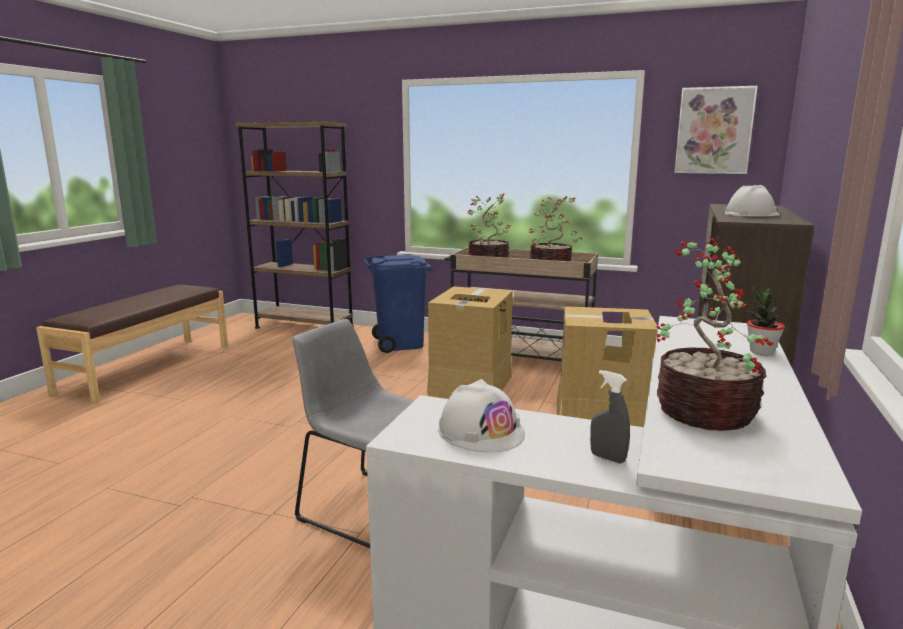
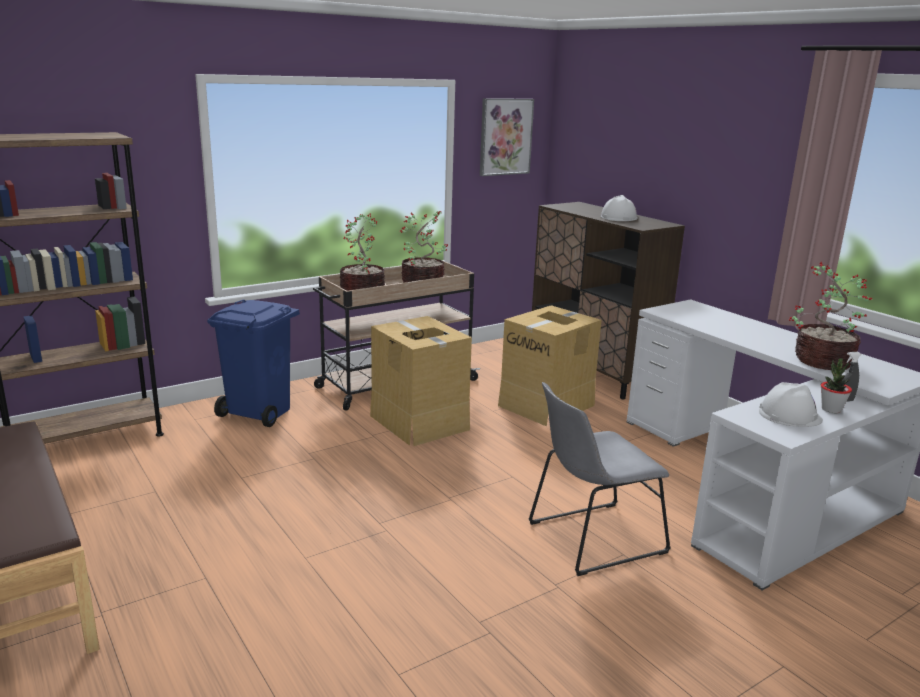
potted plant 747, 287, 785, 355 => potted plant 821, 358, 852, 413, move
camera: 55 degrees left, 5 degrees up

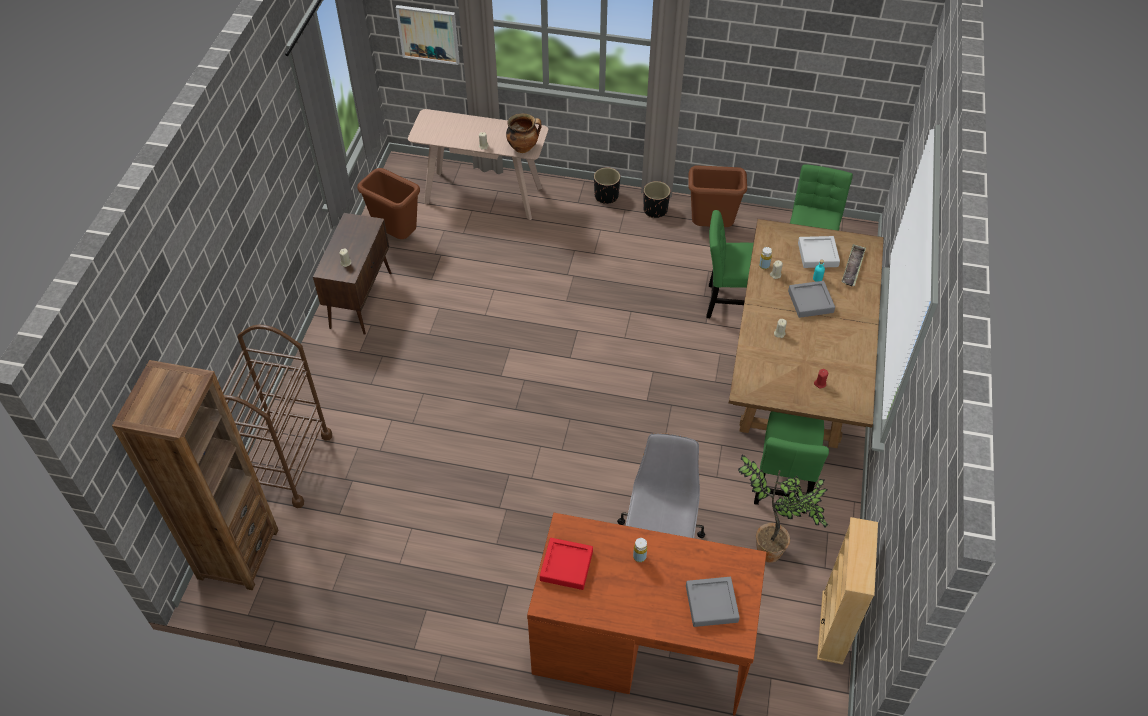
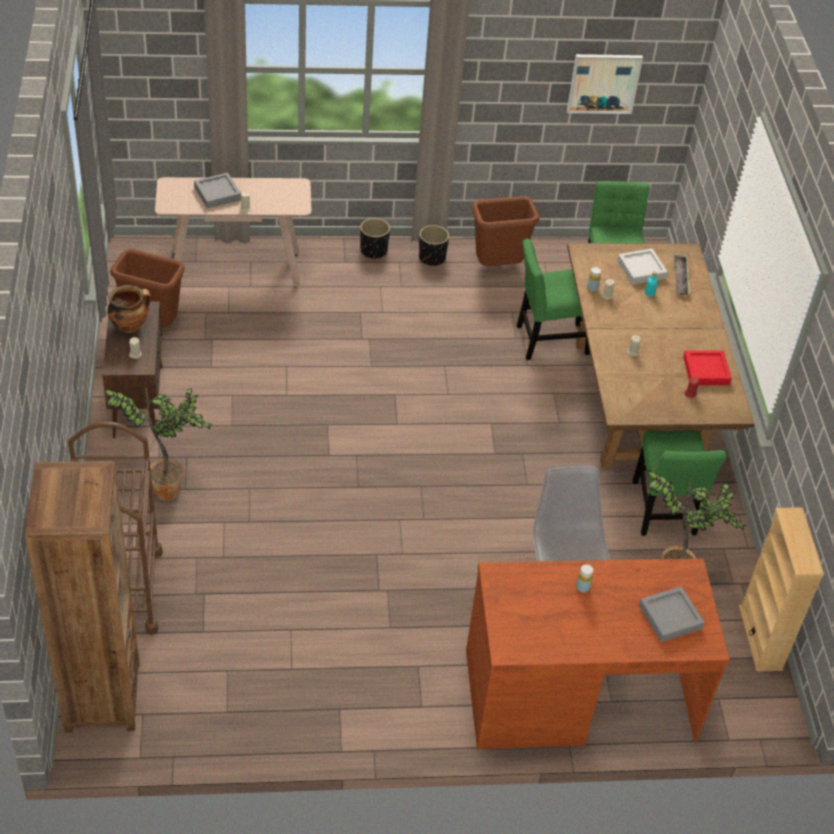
nothing => potted plant 104, 388, 212, 501
cooking pot 506, 113, 542, 153 => cooking pot 108, 285, 151, 333, move
grey tray 788, 281, 835, 318 => grey tray 194, 173, 241, 208, move
picture 396, 5, 460, 65 => picture 567, 54, 643, 114, move
red tray 540, 538, 593, 590 => red tray 683, 350, 732, 385, move
camera: 20 degrees left, 5 degrees down

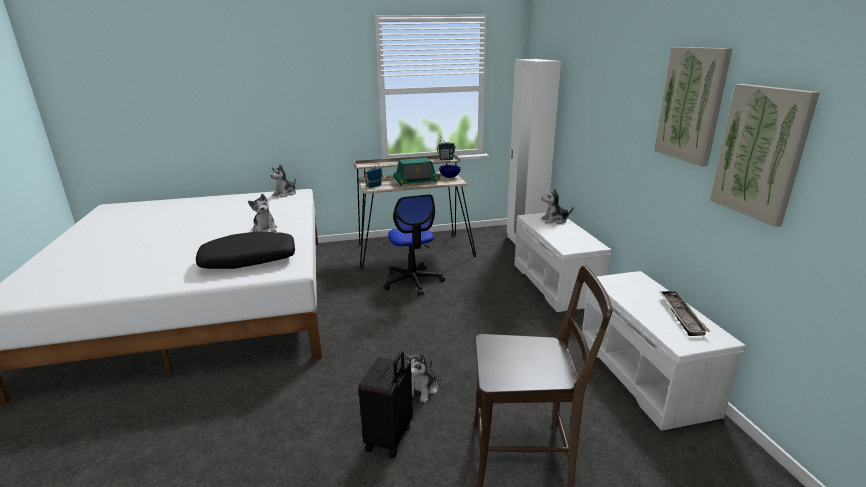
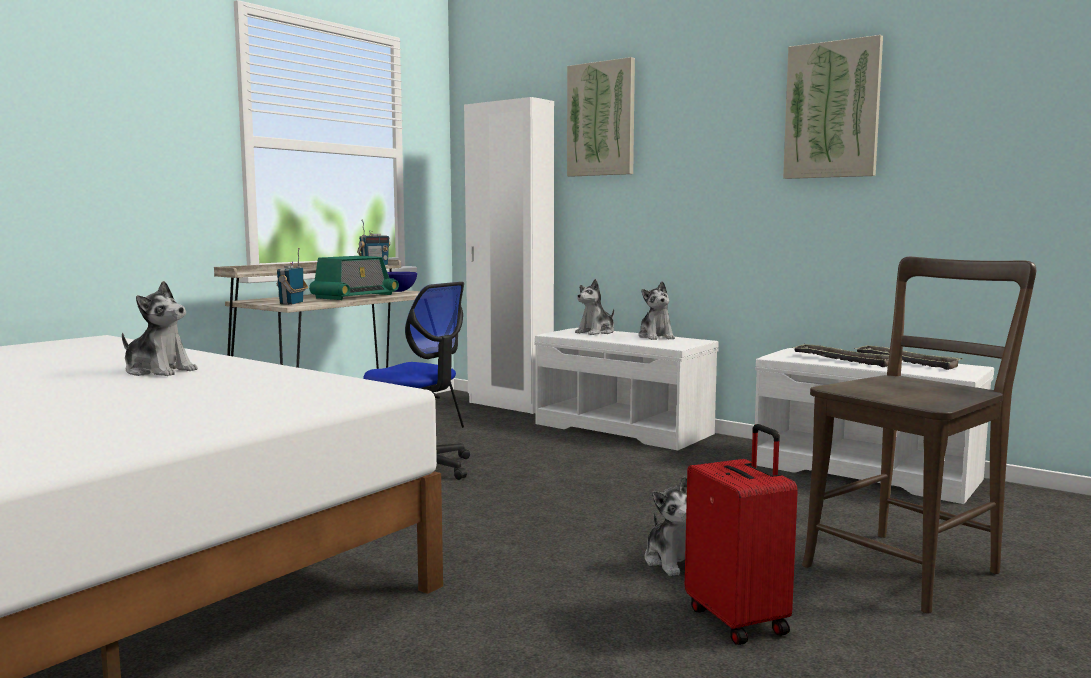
picture 710, 84, 820, 227 => picture 567, 57, 635, 177, move
plush toy 271, 164, 296, 198 => plush toy 638, 281, 675, 340, move
black suitcase 358, 351, 413, 458 => red suitcase 685, 424, 798, 645
nothing => tray 793, 344, 889, 367
black pillow 196, 231, 295, 269 => nothing
camera: 40 degrees left, 15 degrees down

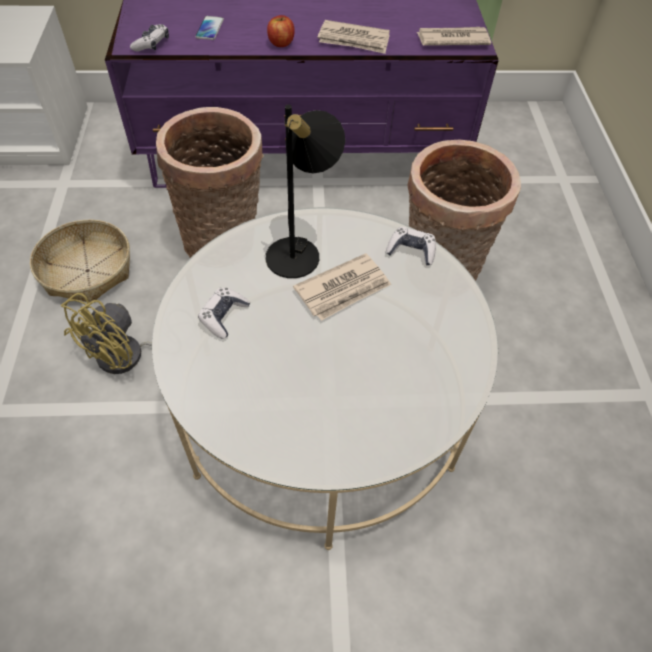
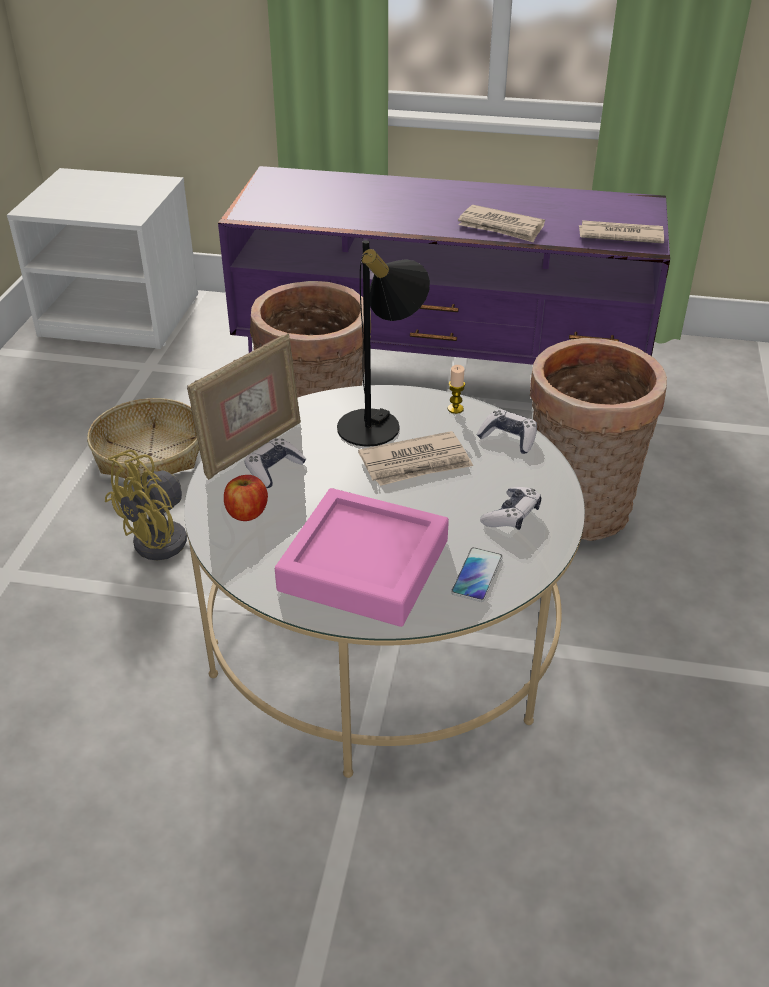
nothing => picture frame 187, 333, 301, 480
apple 267, 15, 295, 47 => apple 224, 475, 268, 521, move
nothing => pink tray 275, 488, 449, 627
nothing => candle 448, 365, 465, 414
phone 195, 16, 224, 40 => phone 451, 547, 503, 602, move
game controller 130, 24, 169, 51 => game controller 480, 487, 541, 530, move
camera: 15 degrees right, 15 degrees down

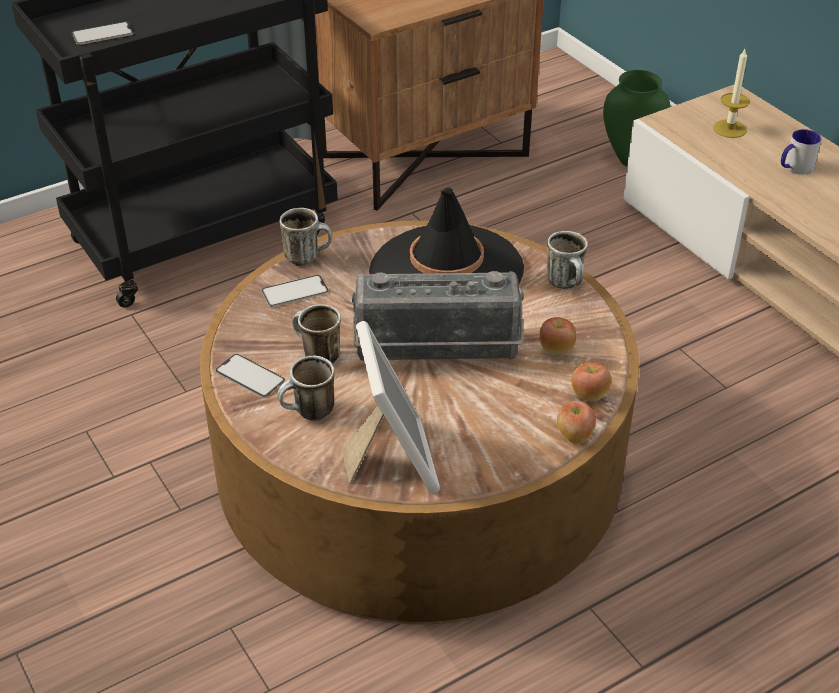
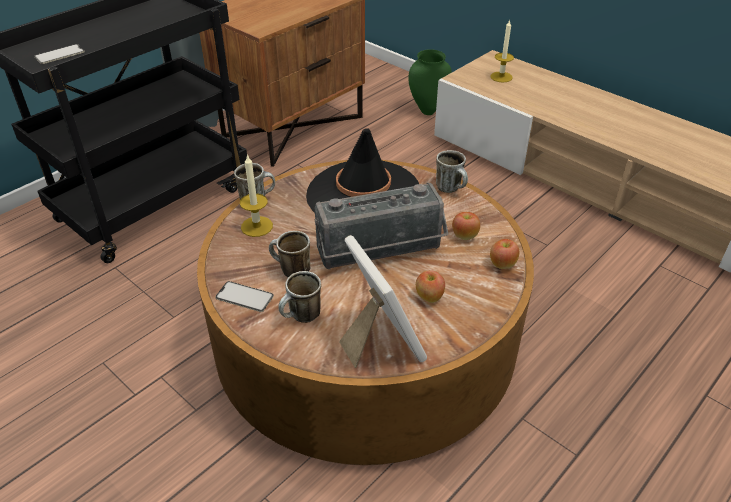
phone 262, 275, 329, 307 => candle 240, 154, 273, 237
apple 557, 401, 596, 444 => apple 416, 270, 445, 303, move
mug 781, 129, 821, 174 => nothing
camera: 15 degrees left, 0 degrees up

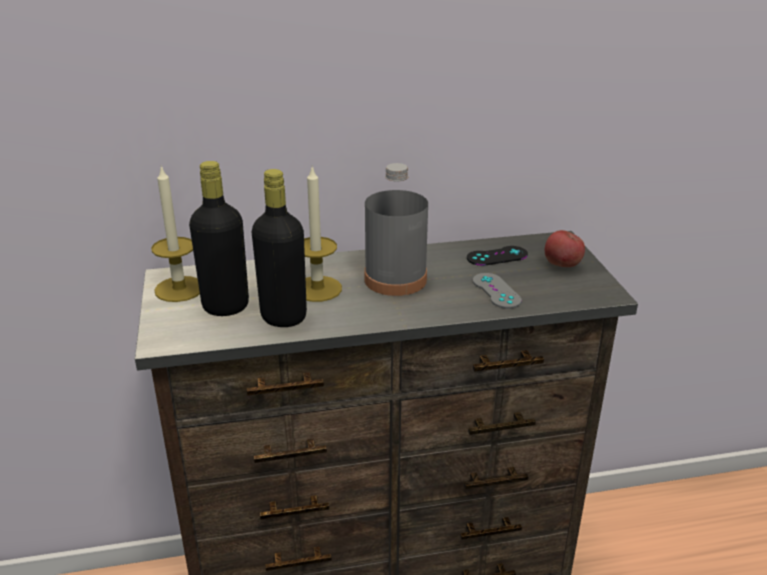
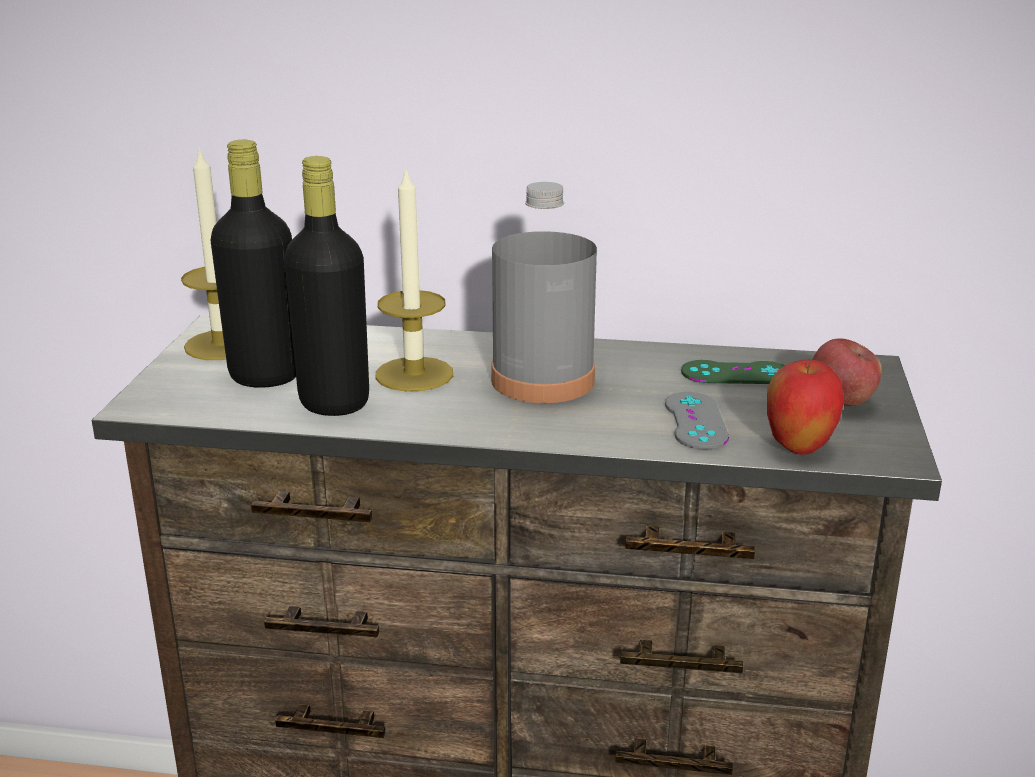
black game controller 467, 246, 528, 266 => green game controller 681, 360, 785, 384
nothing => apple 767, 359, 844, 455
camera: 20 degrees right, 5 degrees down

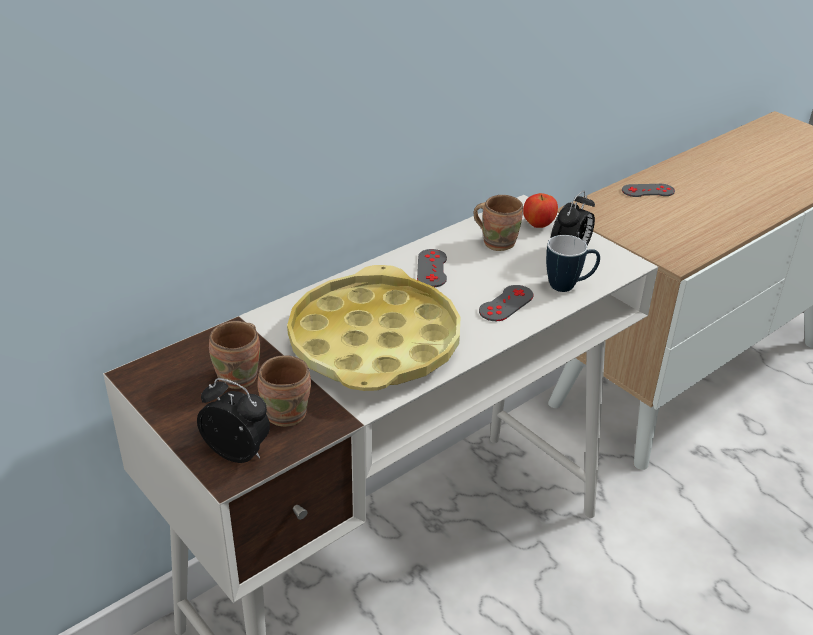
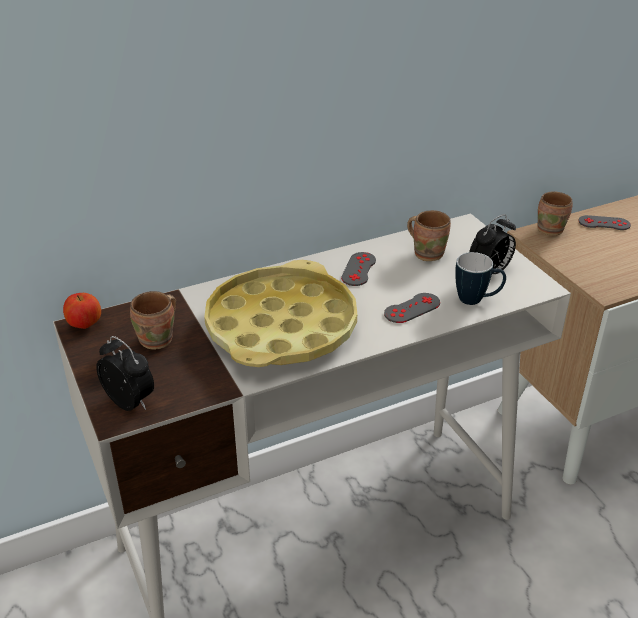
apple 523, 193, 558, 228 => apple 63, 293, 101, 329, move
brown mug 258, 355, 311, 427 => brown mug 537, 191, 573, 236, move
camera: 15 degrees right, 0 degrees up

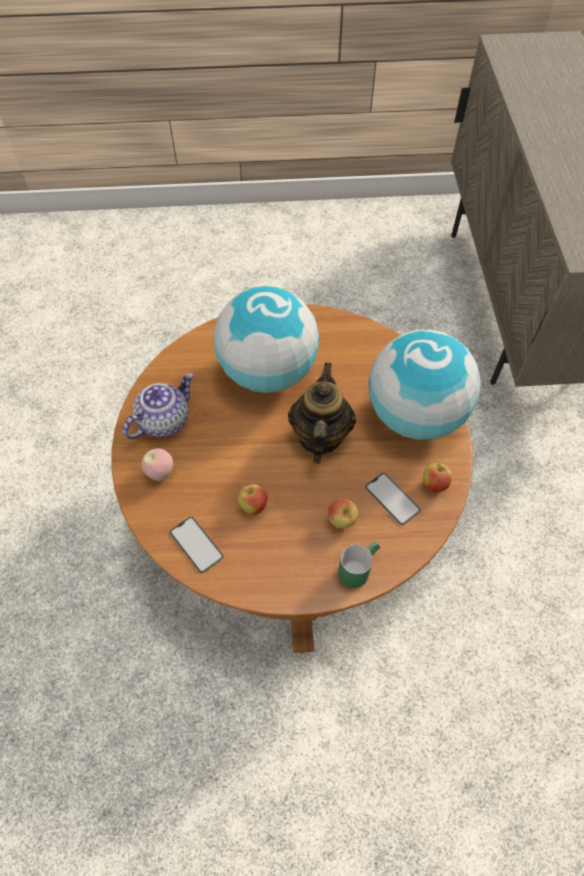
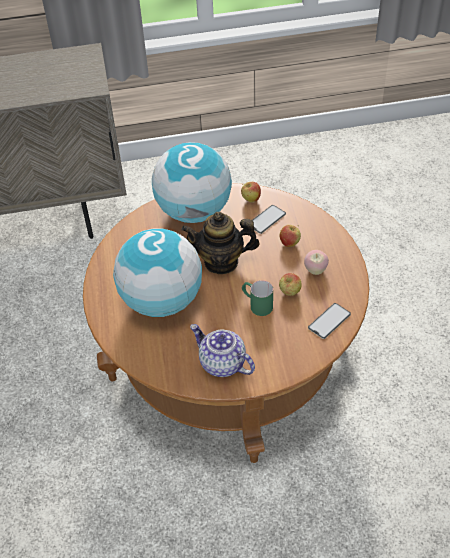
green mug 338, 541, 380, 588 => green mug 242, 280, 273, 316, move
apple 141, 448, 173, 481 => apple 304, 250, 329, 275, move
camera: 95 degrees left, 10 degrees down

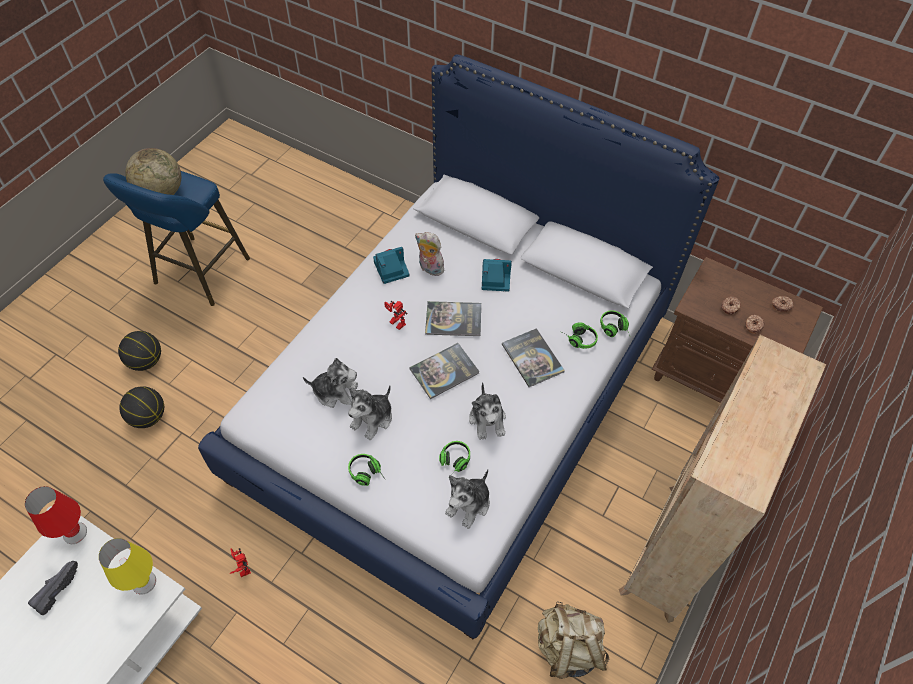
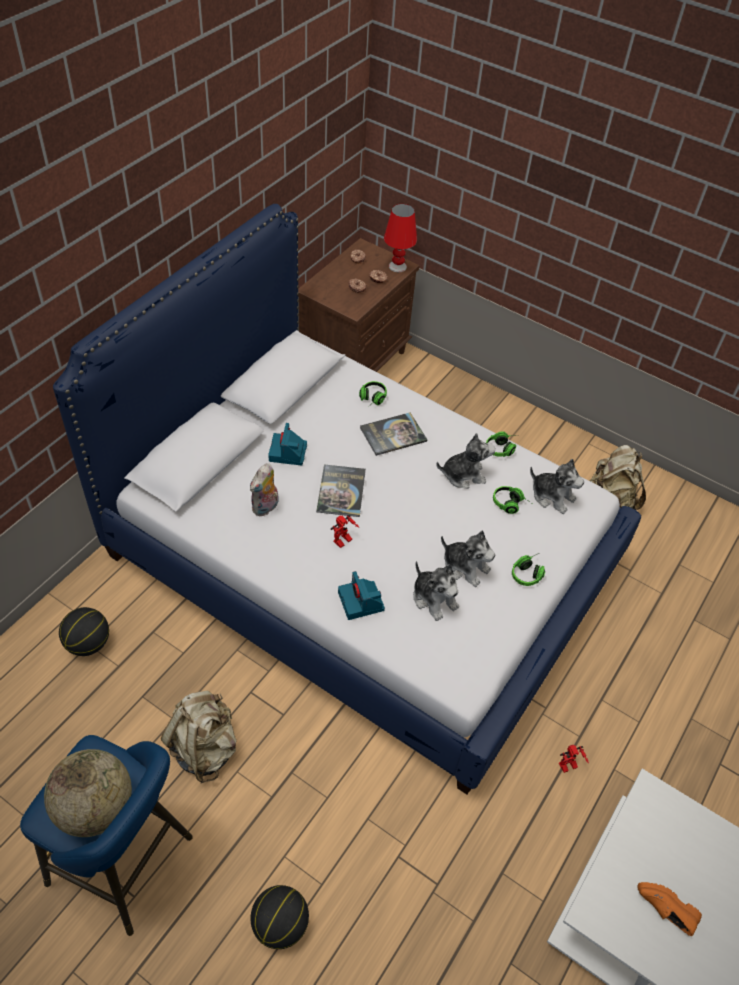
basketball 119, 386, 164, 428 => basketball 59, 607, 109, 656, move
nothing => beige backpack 161, 691, 237, 783
photo camera 373, 247, 409, 284 => photo camera 338, 571, 385, 620, move
red table lamp 25, 486, 87, 544 => red table lamp 384, 204, 417, 272, move
plush toy 303, 358, 358, 408 => plush toy 413, 561, 459, 621, 135 degrees clockwise
headphones 600, 311, 630, 337 => headphones 486, 432, 516, 457, move
black shoe 28, 561, 78, 615 => orange shoe 638, 882, 702, 936
yellow table lamp 99, 538, 156, 595 => nothing
book 409, 343, 480, 399 => nothing
beige bookcase 619, 335, 826, 623 => nothing
camera: 90 degrees left, 5 degrees down

